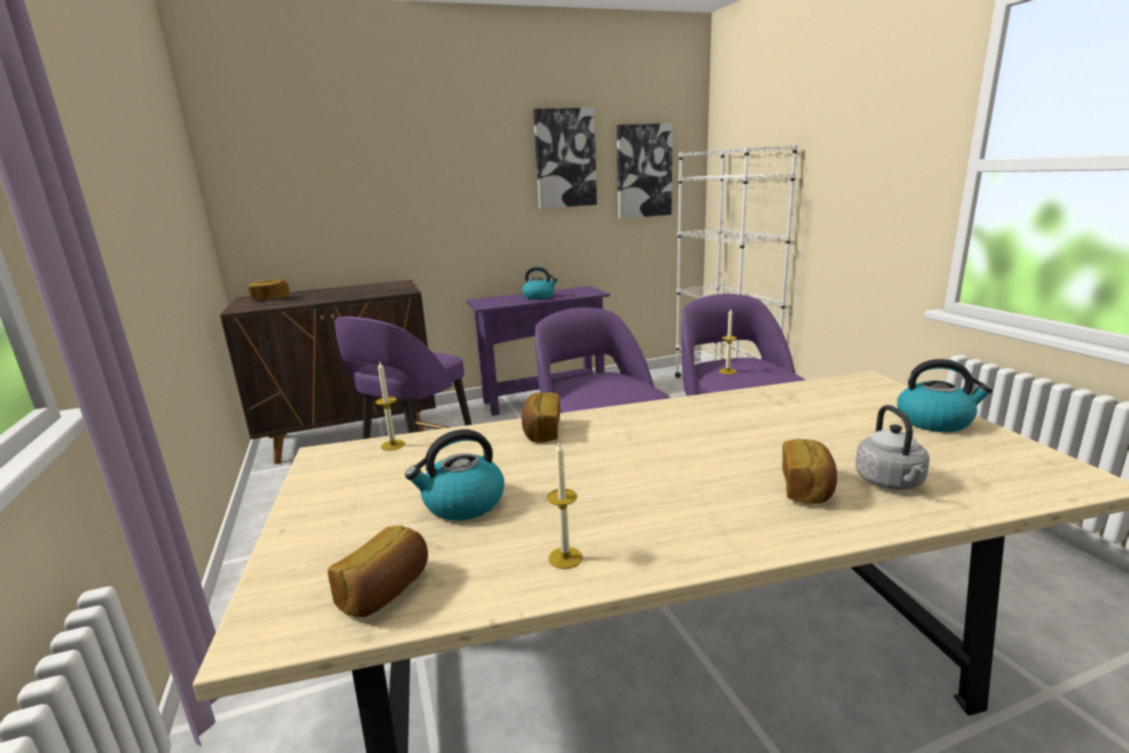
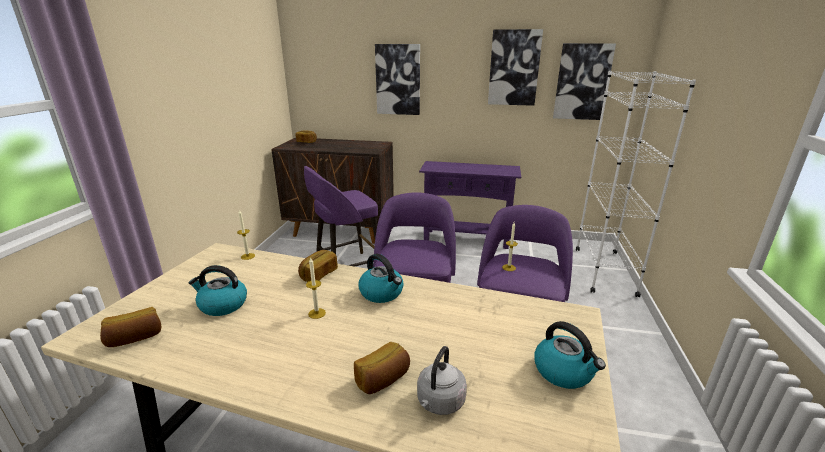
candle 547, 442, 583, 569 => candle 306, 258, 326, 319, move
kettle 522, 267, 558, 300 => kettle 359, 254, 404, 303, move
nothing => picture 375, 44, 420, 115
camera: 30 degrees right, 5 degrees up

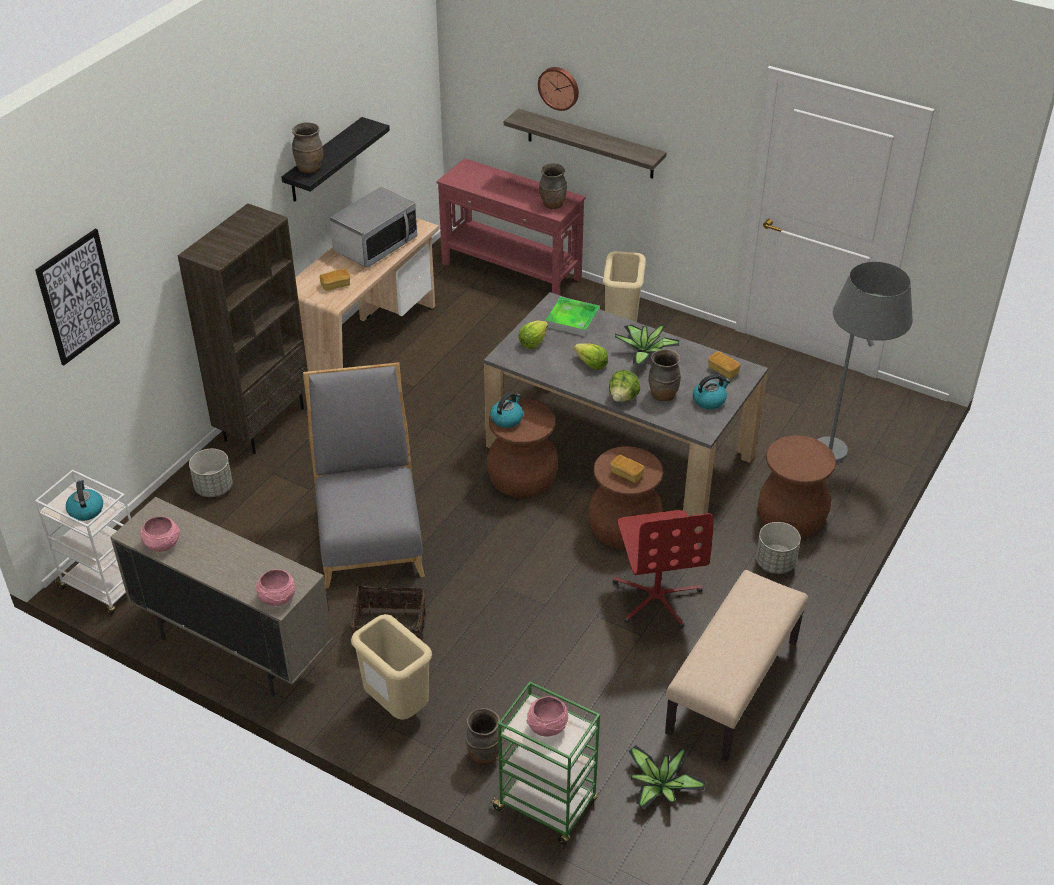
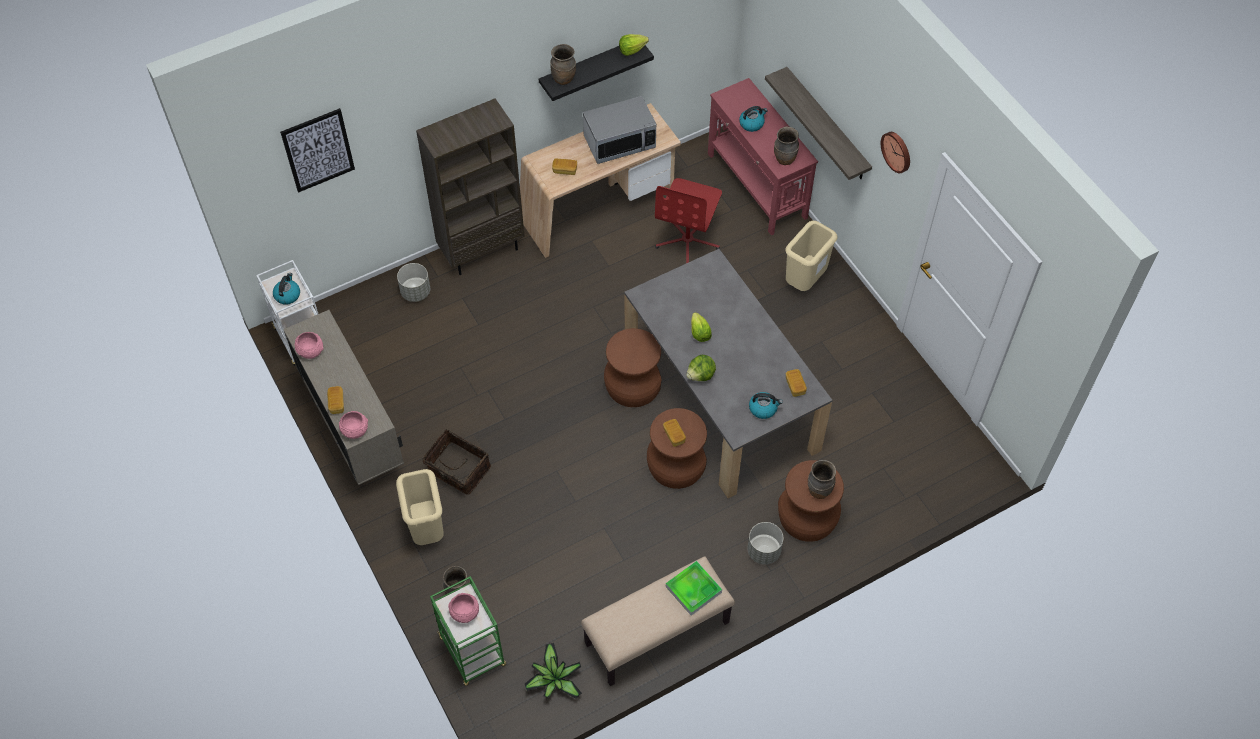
nothing => bread 327, 386, 344, 414
lettuce 518, 321, 548, 349 => lettuce 619, 34, 649, 56, move
red office chair 613, 510, 714, 629 => red office chair 655, 178, 722, 263, move
tray 546, 297, 600, 337 => tray 666, 561, 722, 616, move
kettle 490, 392, 523, 428 => kettle 739, 106, 768, 132, move
brown vase 649, 349, 681, 401 => brown vase 808, 460, 836, 499, move
wall clock 538, 67, 579, 111 => wall clock 881, 132, 910, 173, move
grey chair 303, 362, 425, 589 => nothing
potted plant 615, 325, 679, 365 => nothing
grey floor lamp 817, 262, 913, 463 => nothing
camera: 30 degrees right, 15 degrees up

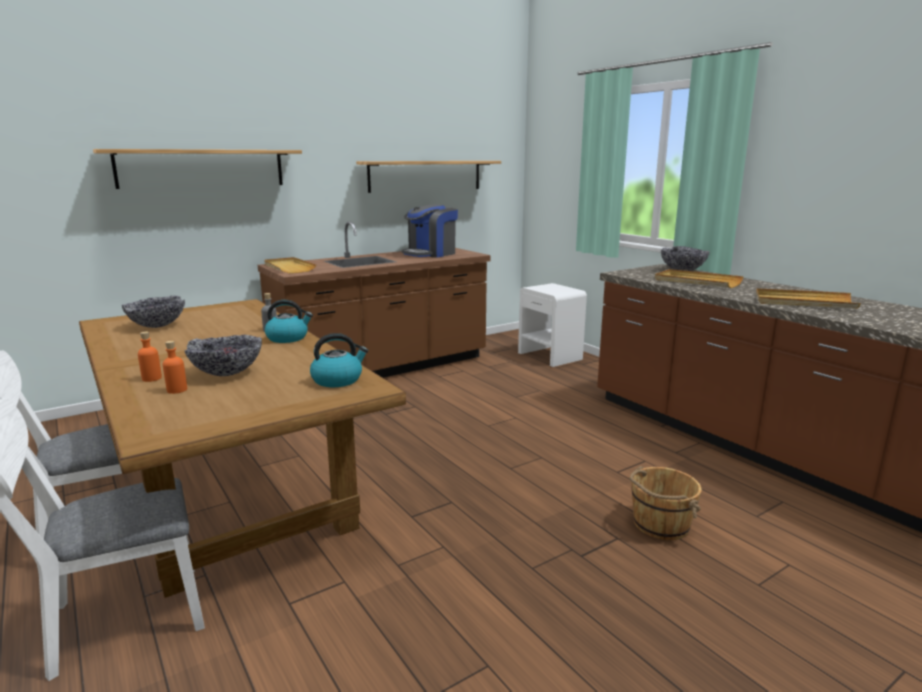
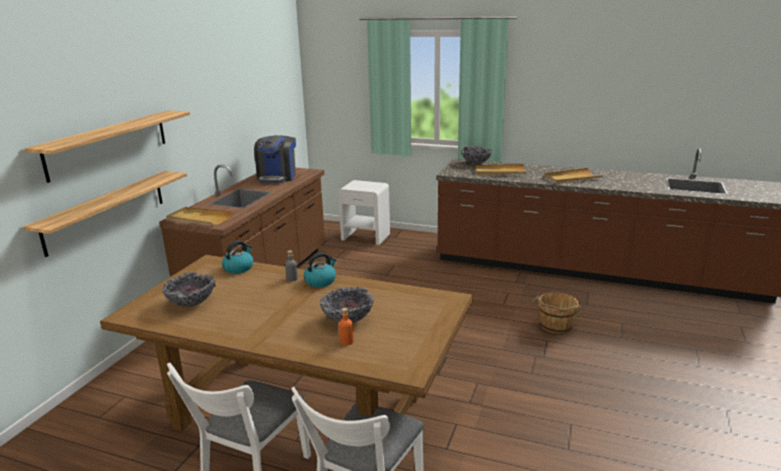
shelf 356, 161, 501, 193 => shelf 23, 171, 187, 257, move
kettle 310, 333, 368, 387 => kettle 222, 241, 253, 274, move
orange bottle 138, 332, 162, 382 => nothing
camera: 35 degrees left, 5 degrees up

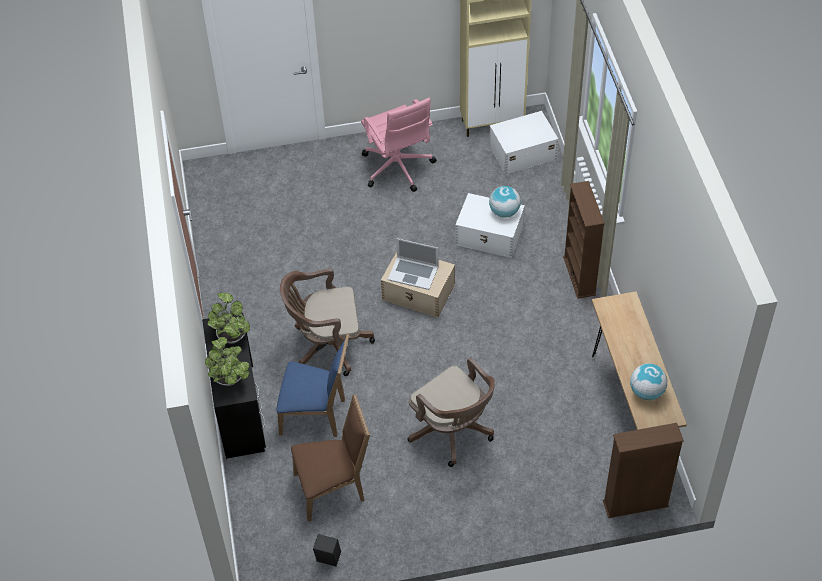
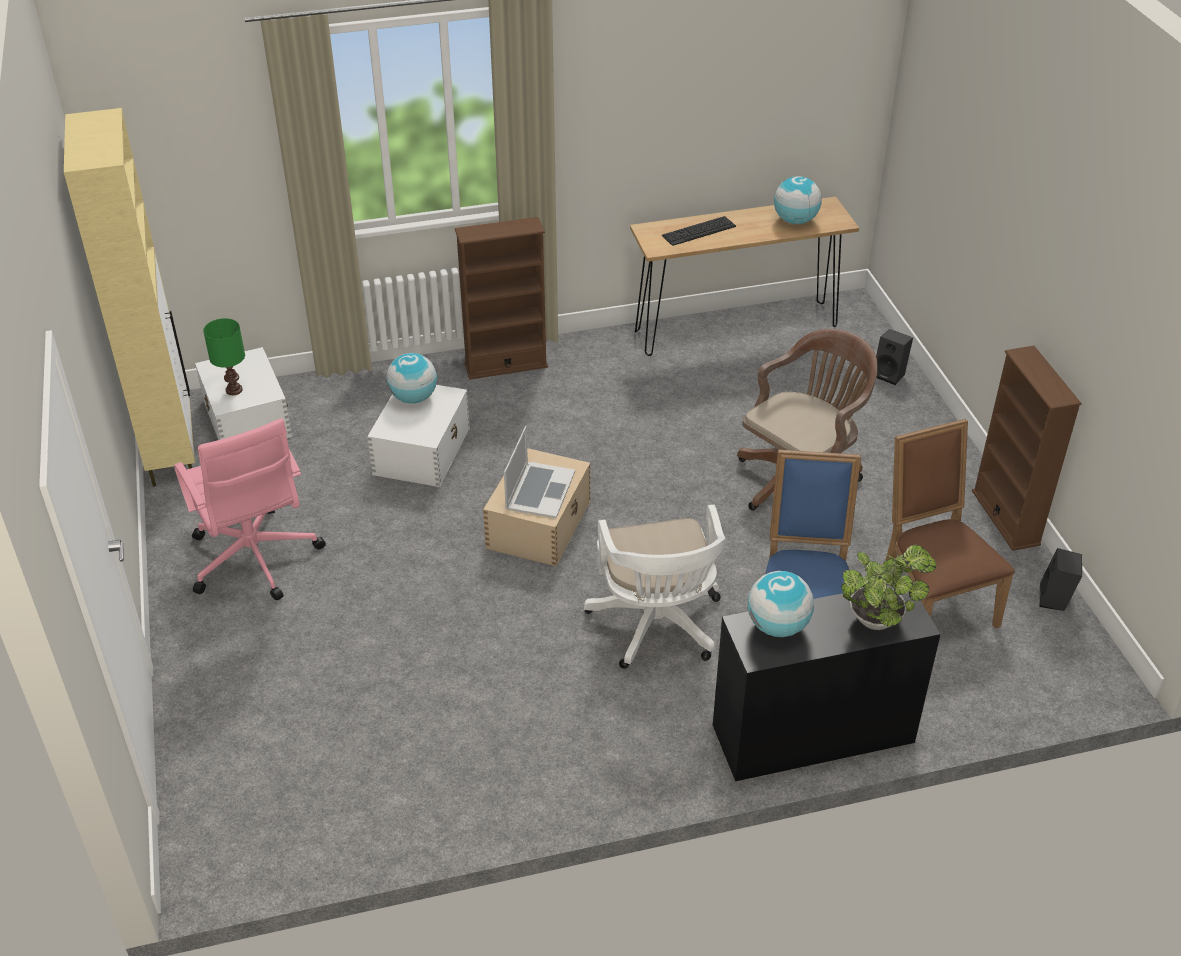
pink office chair 361, 98, 437, 192 => pink office chair 174, 418, 326, 600, 90 degrees clockwise
nothing => green table lamp 203, 318, 245, 395
brown office chair 280, 268, 375, 376 => white office chair 584, 504, 725, 669
nothing => keyboard 662, 216, 736, 246
potted plant 207, 293, 250, 344 => globe 748, 571, 814, 637
nothing => black speaker 876, 329, 913, 385
brown bookcase 603, 423, 684, 518 => brown bookcase 972, 346, 1082, 551, move
camera: 95 degrees left, 10 degrees down

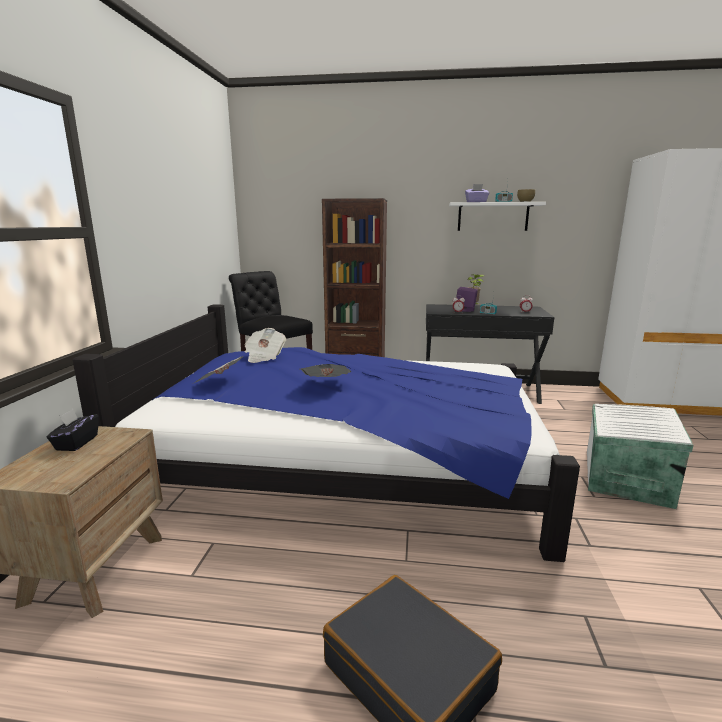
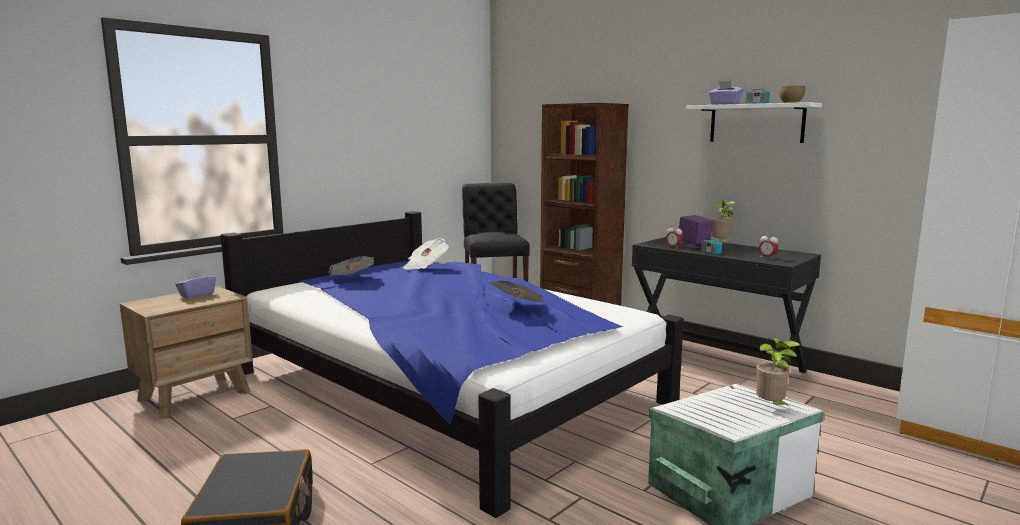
black tissue box 47, 409, 99, 451 => purple tissue box 176, 269, 216, 299
newspaper 300, 364, 352, 377 => newspaper 489, 281, 545, 302, move
nothing => potted plant 756, 338, 800, 409
camera: 35 degrees right, 5 degrees down

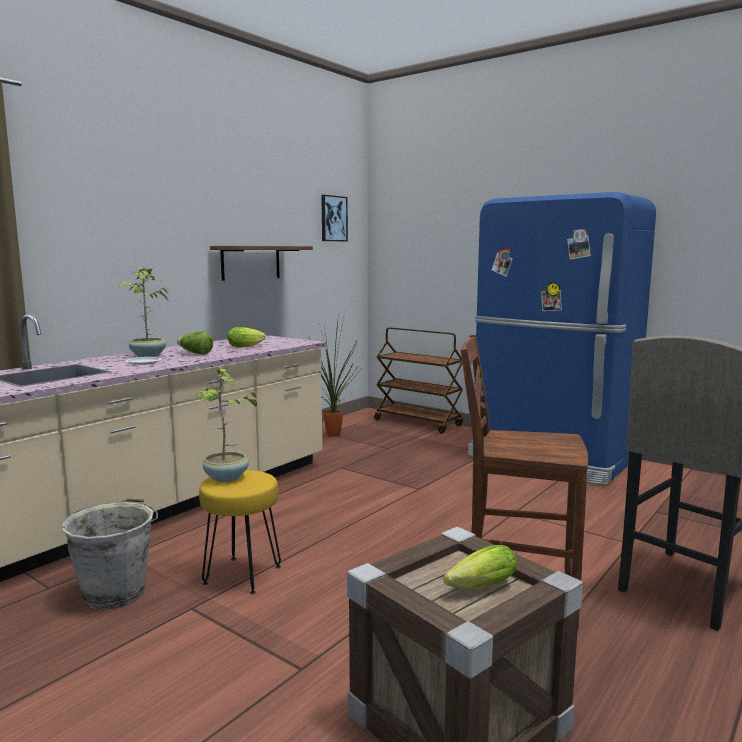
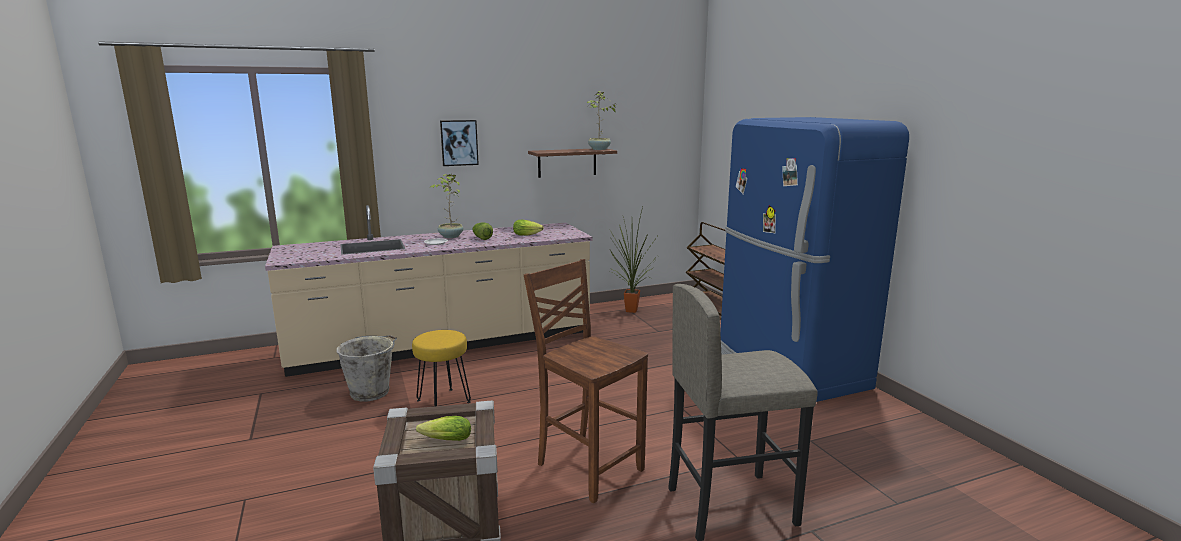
picture 321, 195, 348, 242 => picture 440, 120, 479, 166, move
potted plant 195, 366, 257, 482 => potted plant 587, 91, 616, 150, move
camera: 30 degrees right, 5 degrees up

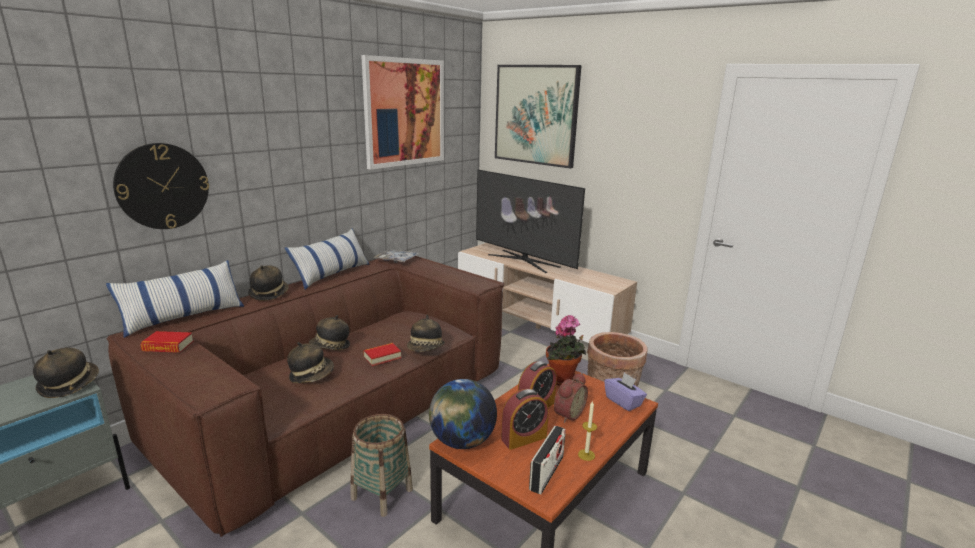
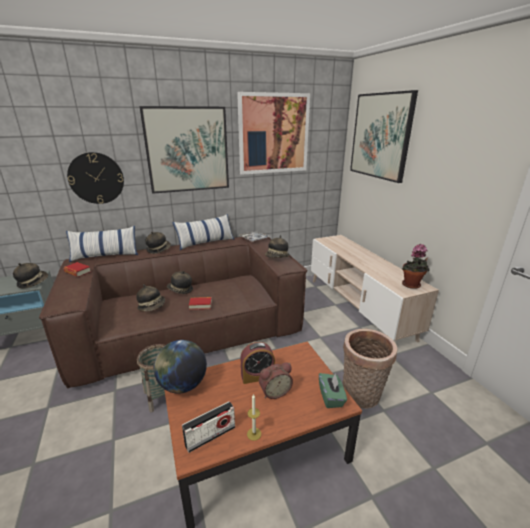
nothing => picture 140, 106, 229, 194
hat 407, 315, 445, 352 => hat 265, 235, 290, 258, move
purple tissue box 604, 372, 647, 411 => green tissue box 319, 373, 347, 408
potted plant 546, 315, 586, 385 => potted plant 402, 244, 430, 289, move
television 476, 170, 585, 273 => nothing
alarm clock 501, 389, 549, 450 => nothing
camera: 30 degrees right, 5 degrees up

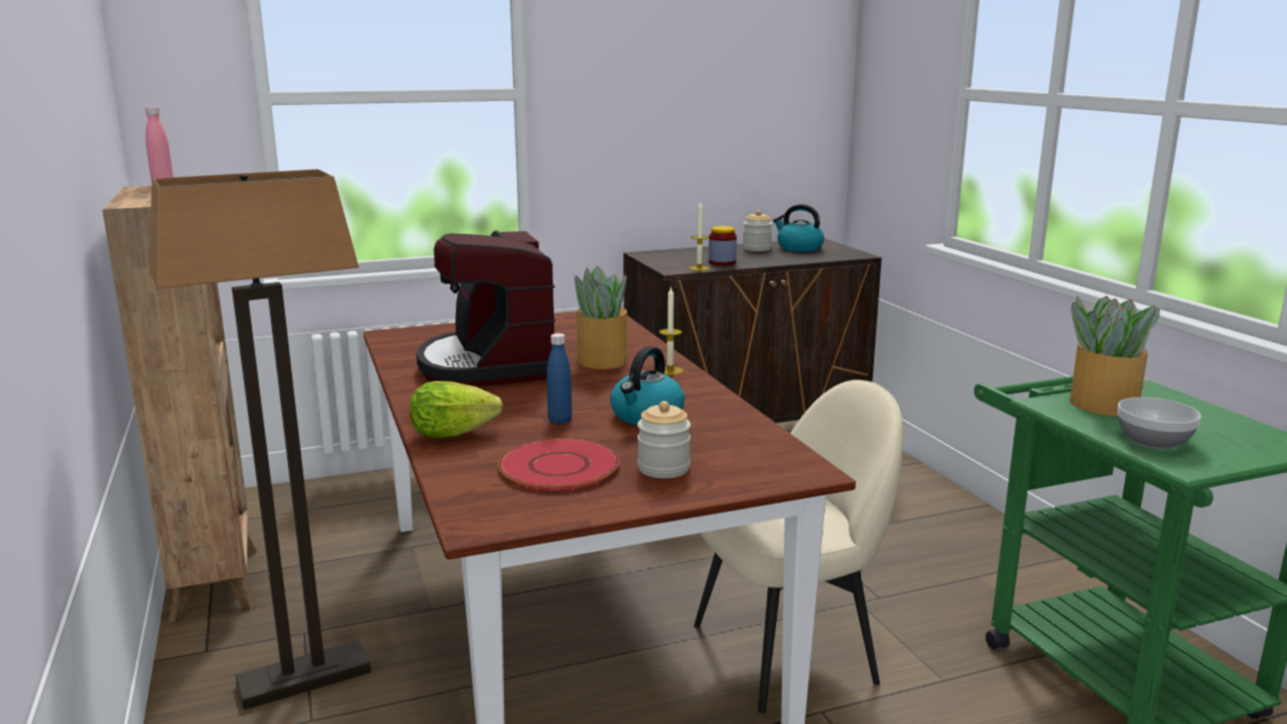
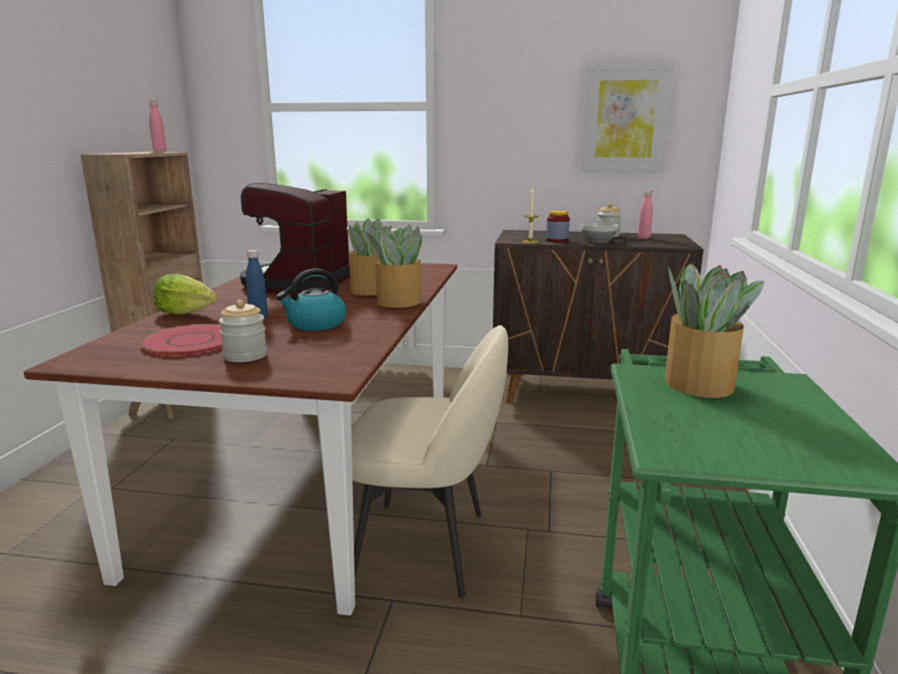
candle 659, 288, 684, 375 => potted plant 367, 225, 422, 308
nothing => picture 580, 63, 675, 173
bowl 1118, 397, 1201, 449 => bowl 581, 222, 618, 243, move
kettle 773, 204, 824, 252 => pink bottle 638, 190, 653, 239
floor lamp 149, 169, 371, 710 => nothing
camera: 30 degrees right, 0 degrees up

